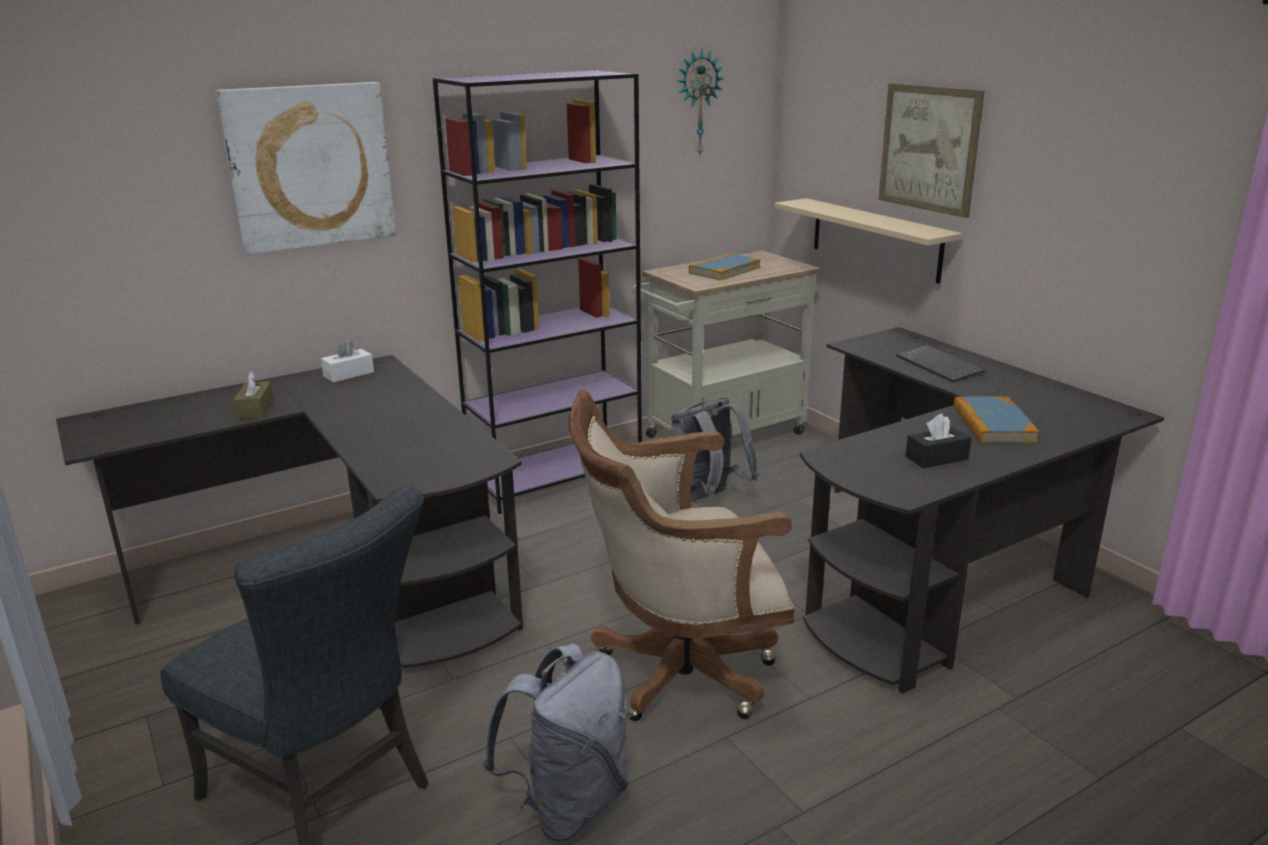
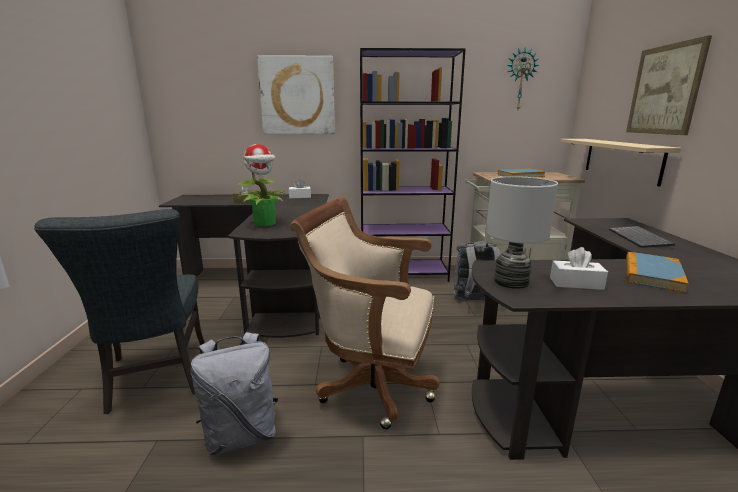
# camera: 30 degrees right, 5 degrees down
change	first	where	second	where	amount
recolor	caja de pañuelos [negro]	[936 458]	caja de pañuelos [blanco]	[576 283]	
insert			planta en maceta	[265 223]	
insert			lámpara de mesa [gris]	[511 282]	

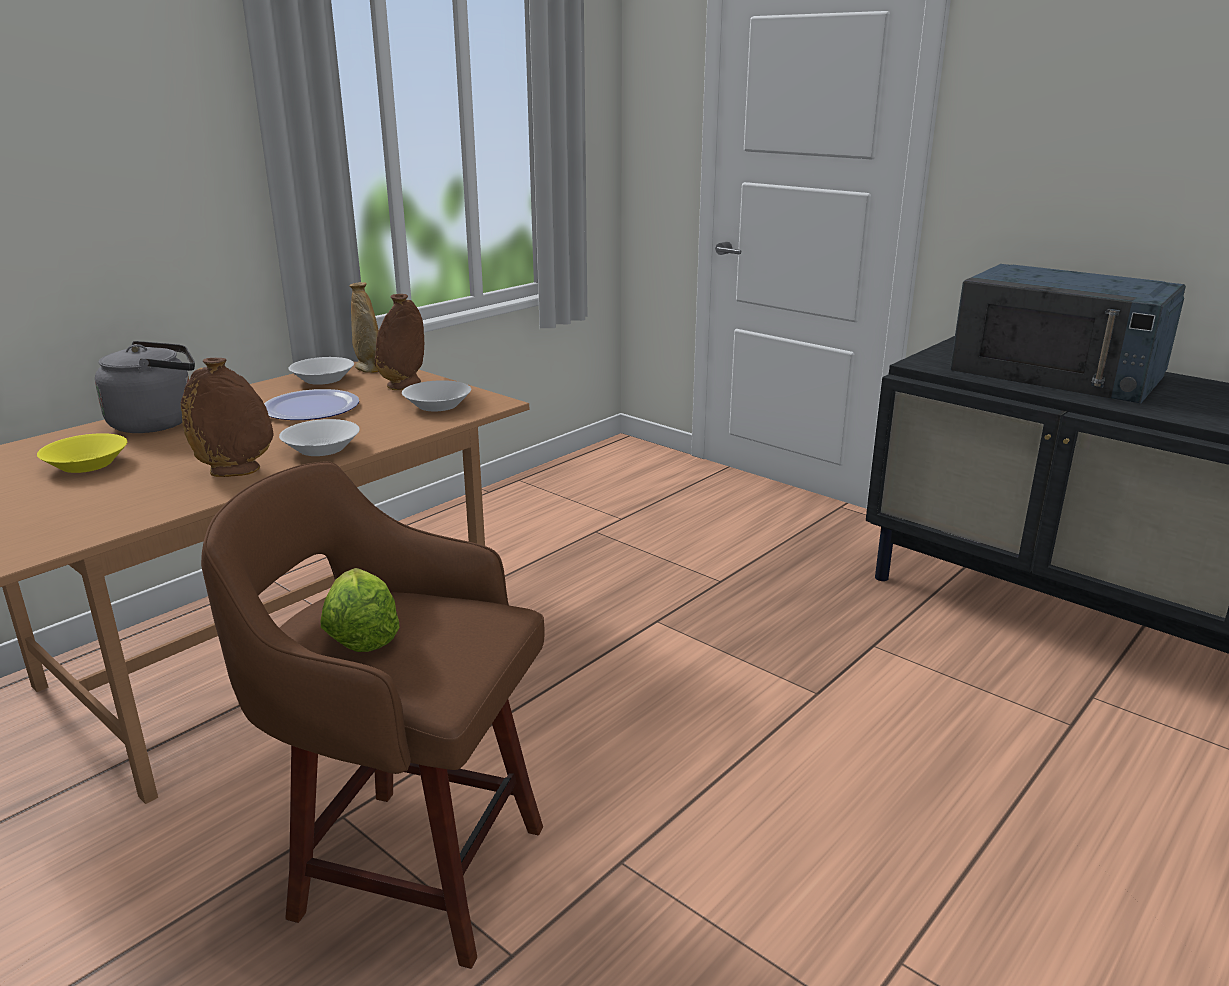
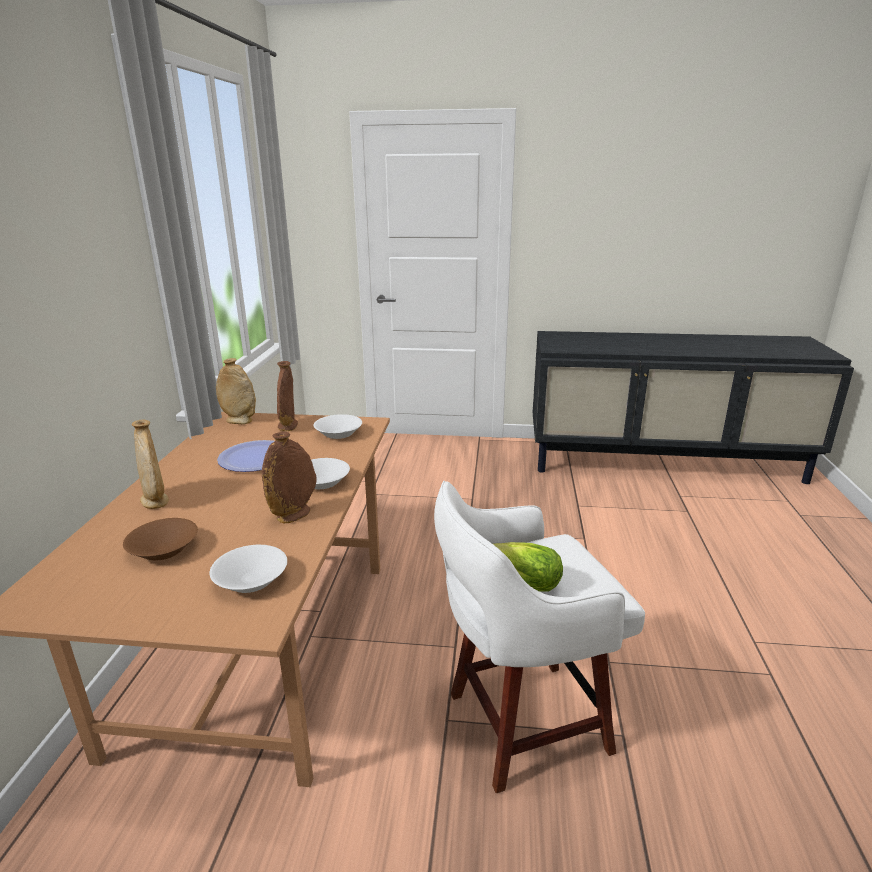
# camera: 35 degrees left, 0 degrees up
change	first	where	second	where	amount
delete	microondas [azul]	[1058 373]			
replace	hervidor [gris]	[158 422]	florero [beis]	[155 501]	
move	cuenco [blanco]	[324 379]		[252 580]	
recolor	cuenco [amarillo]	[86 465]	cuenco [marrón]	[164 549]	
recolor	taburete [marrón]	[411 868]	taburete [blanco]	[520 724]	

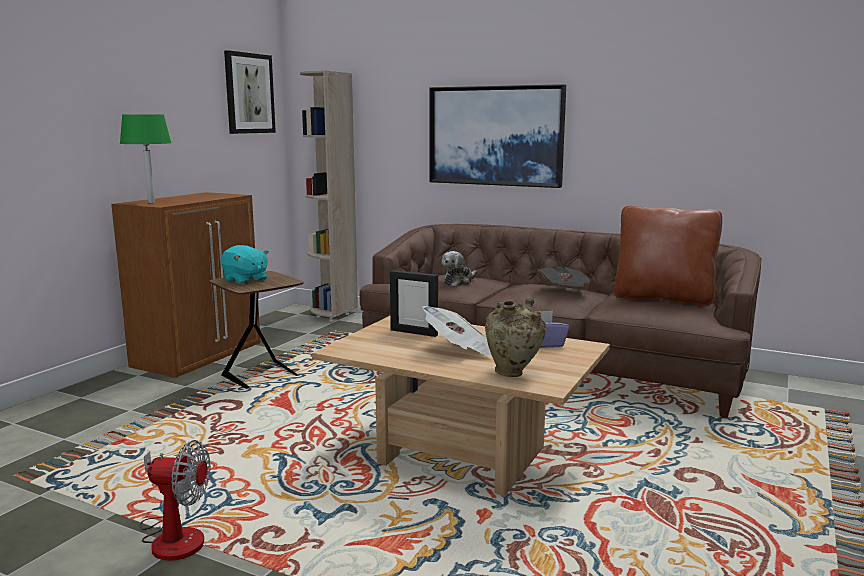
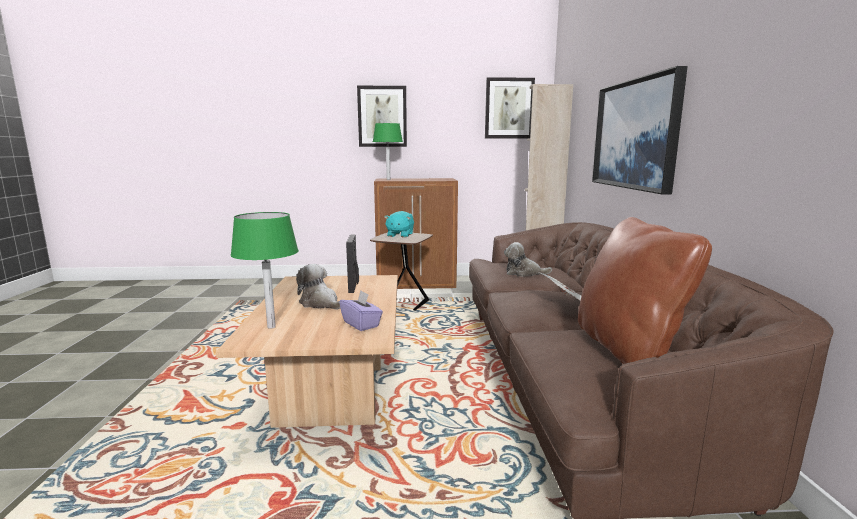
# camera: 60 degrees right, 0 degrees up
change	first	where	second	where	amount
replace	florero [beis]	[513 373]	lámpara de mesa [verde]	[271 327]	
replace	periódico	[459 350]	peluche	[320 303]	
delete	ventilador	[174 535]			
insert			cuadro	[382 116]	

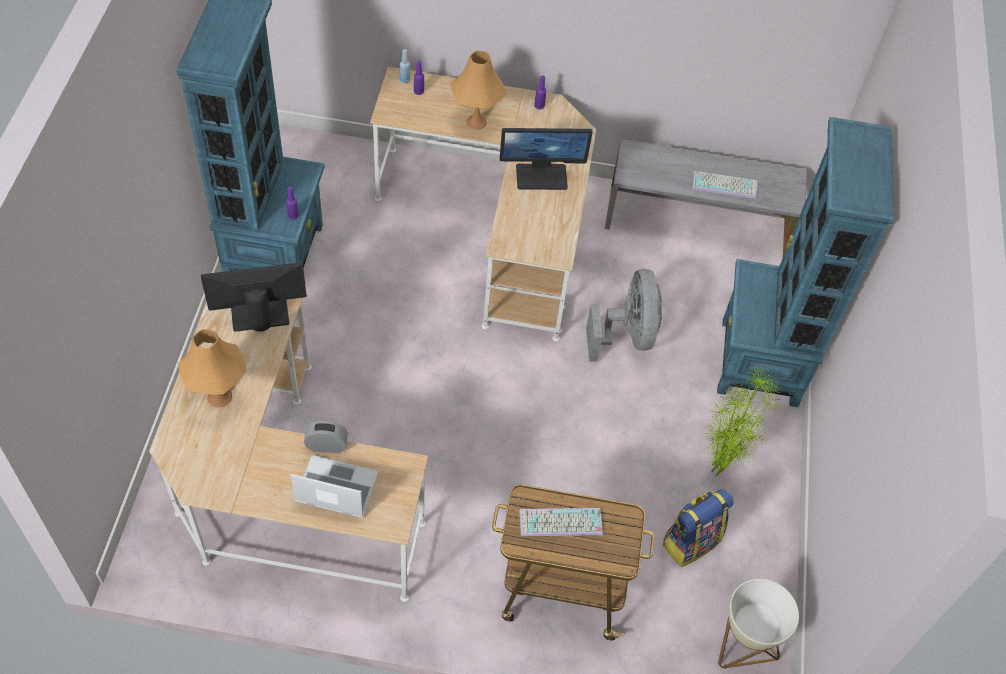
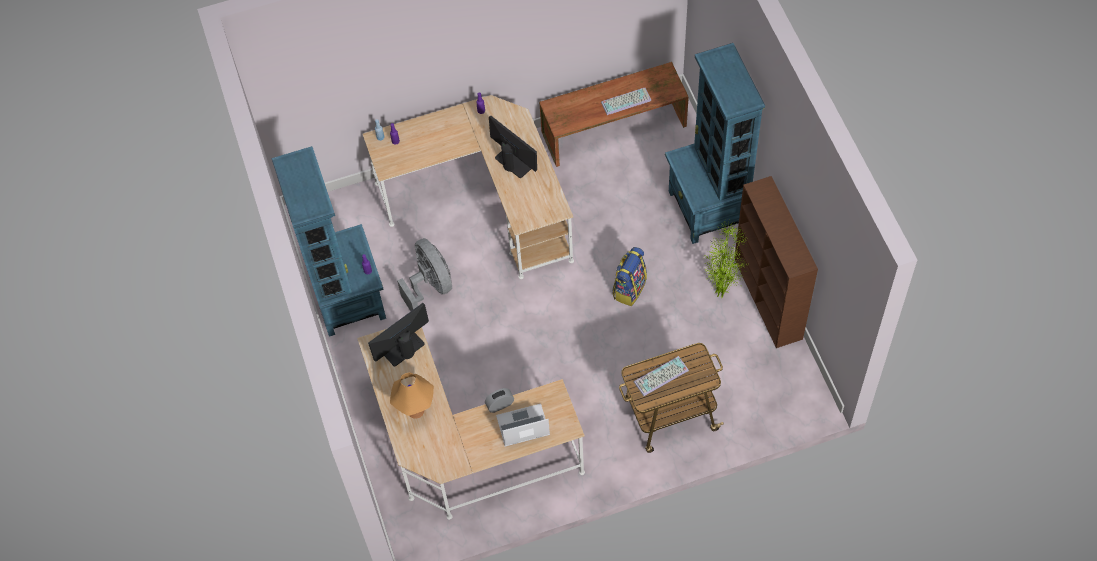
# camera: 20 degrees left, 5 degrees up
change	first	where	second	where	amount
delete	lámpara de mesa [naranja]	[476 122]			
rotate	monitor	[541 176]		[514 161]	105 degrees counterclockwise
recolor	banco [gris]	[699 220]	banco [marrón]	[614 127]	
move	ventilador [gris]	[627 335]		[430 286]	
move	mochila	[691 541]		[629 288]	
delete	maceta	[741 646]			
insert			estantería [marrón]	[768 299]	

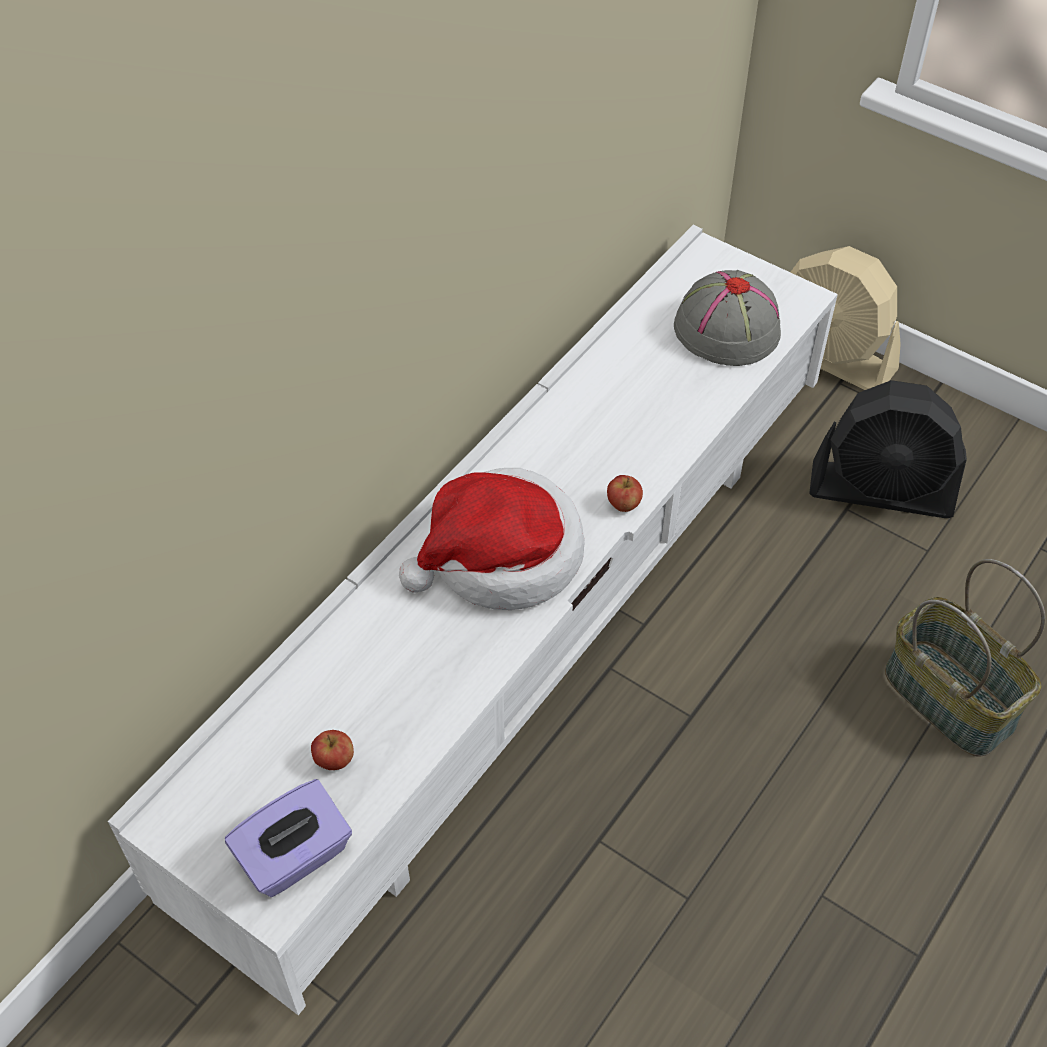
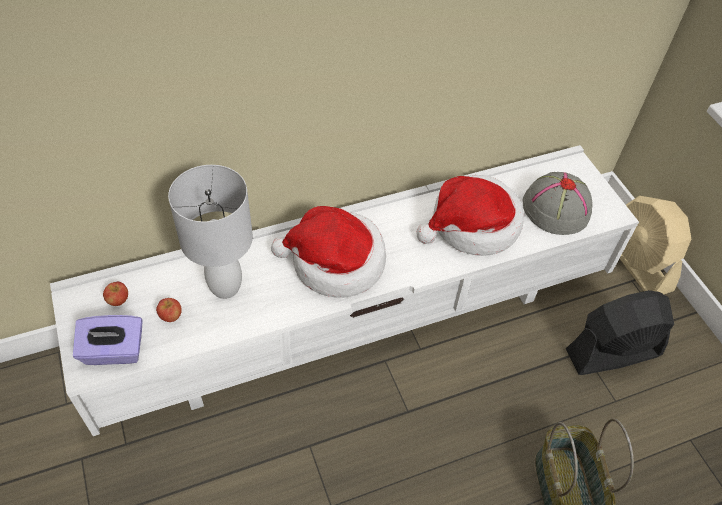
# camera: 30 degrees right, 0 degrees up
change	first	where	second	where	amount
rotate	ventilador [negro]	[881 491]		[612 352]	120 degrees clockwise
move	manzana	[623 504]		[118 300]	
insert			lámpara de mesa [blanco]	[226 286]	
insert			sombrero	[472 226]	

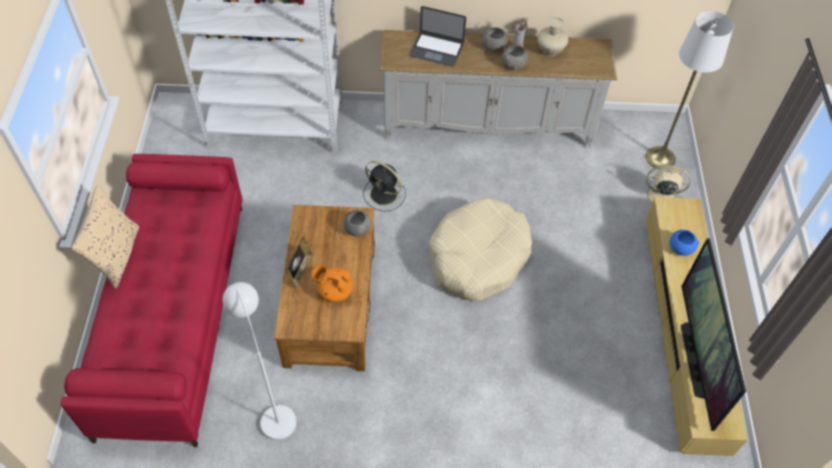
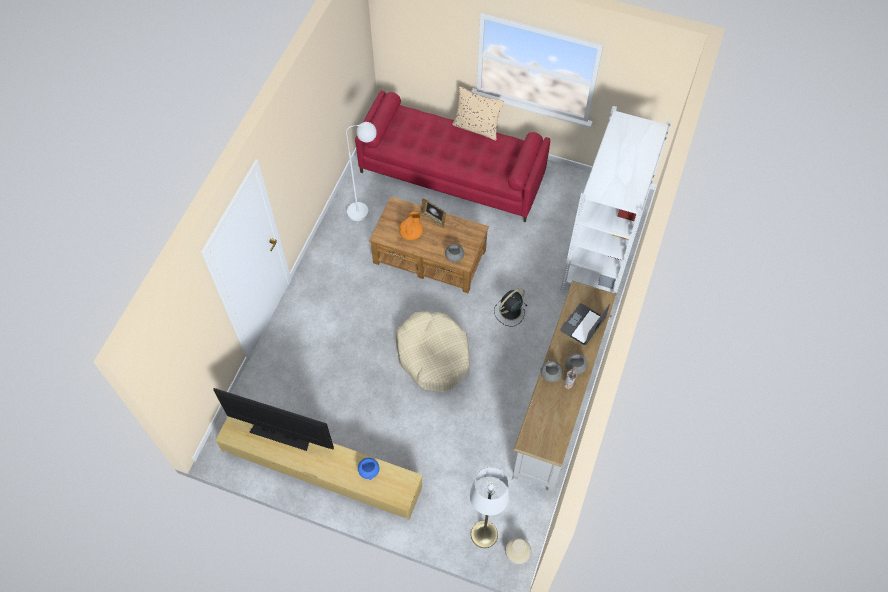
# camera: 110 degrees right, 5 degrees up
change	first	where	second	where	amount
move	florero [beis]	[550 50]		[517 554]	
delete	ventilador [beis]	[659 196]			

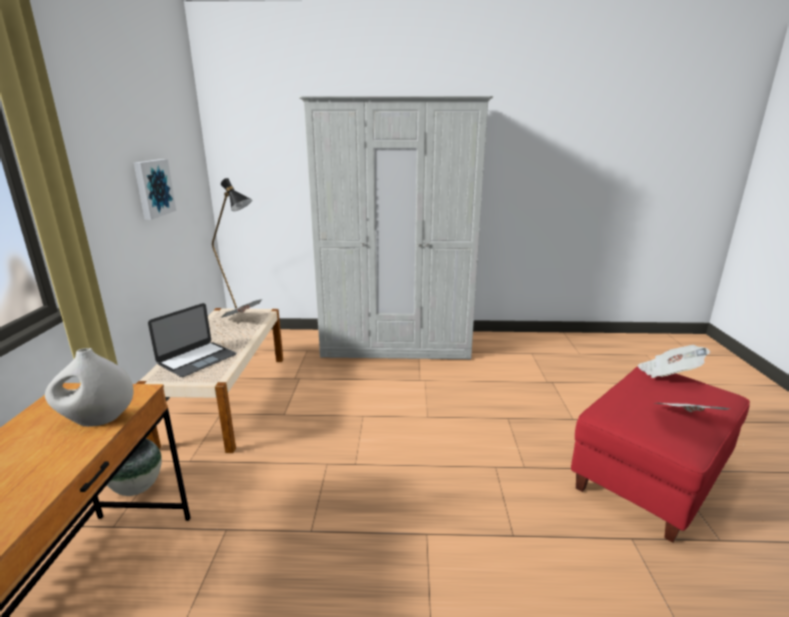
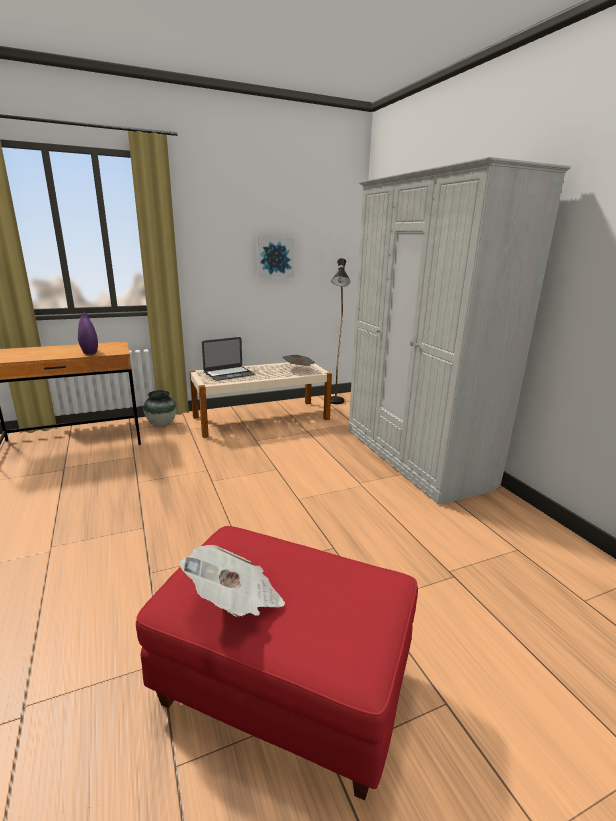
# camera: 65 degrees right, 0 degrees up
change	first	where	second	where	amount
rotate	portátil	[197 359]		[229 374]	45 degrees counterclockwise
delete	periódico	[668 374]			
recolor	florero [blanco]	[97 420]	florero [morado]	[89 352]	

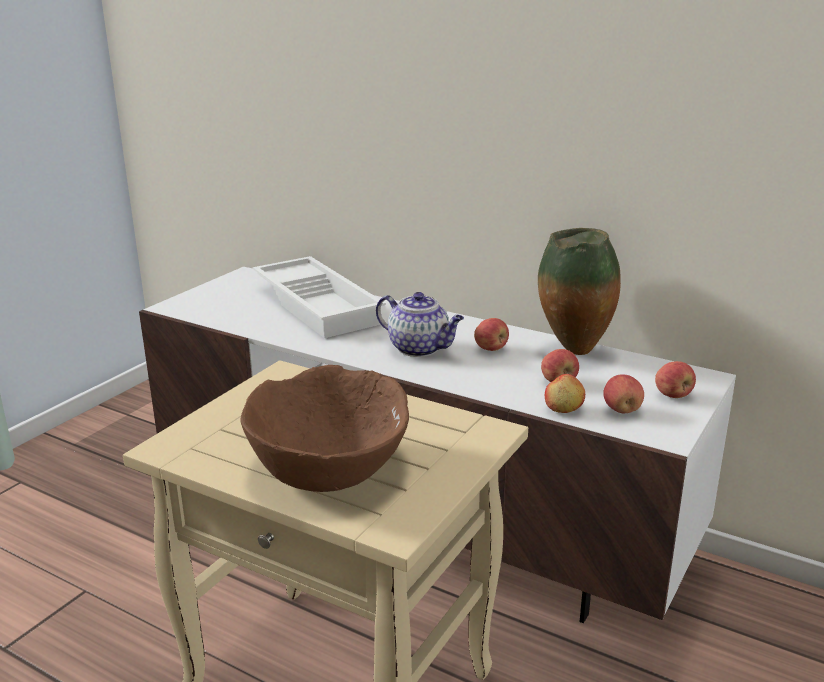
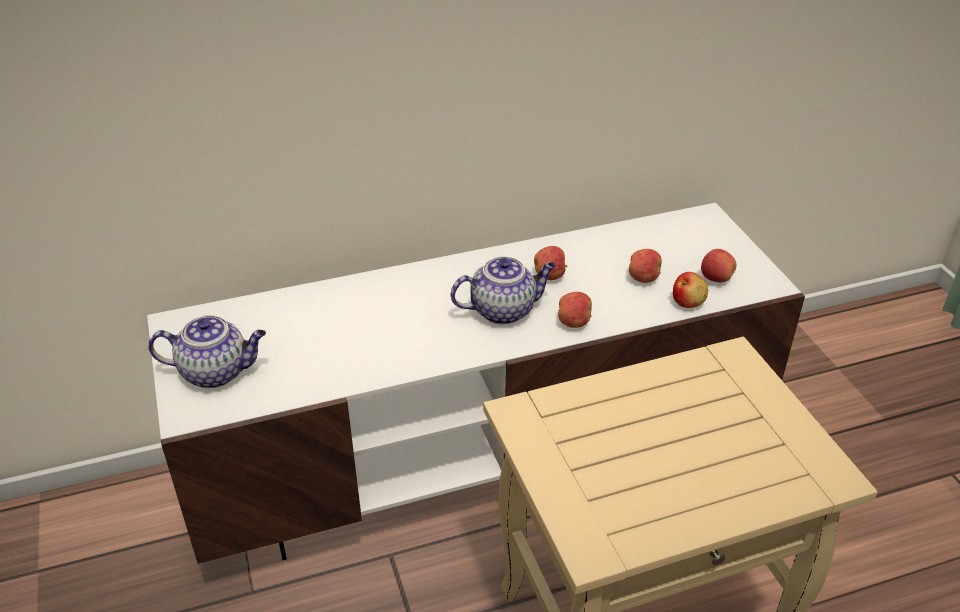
# camera: 50 degrees left, 15 degrees up
change	first	where	second	where	amount
delete	florero	[573 351]			
delete	bandeja [blanco]	[319 305]			
move	manzana	[673 395]		[574 322]	
delete	cuenco [marrón]	[330 466]			
insert			tetera	[216 372]	

